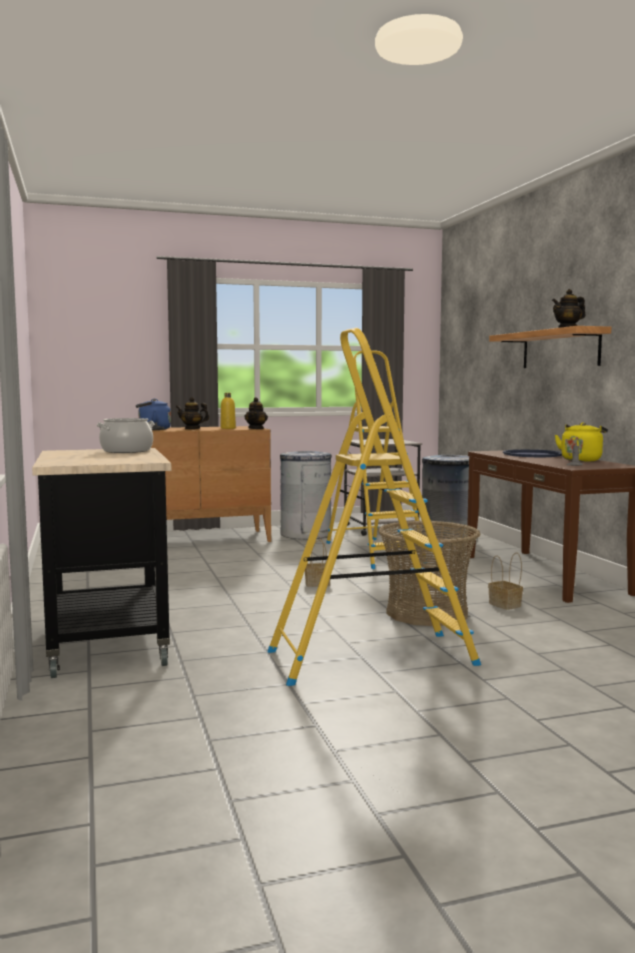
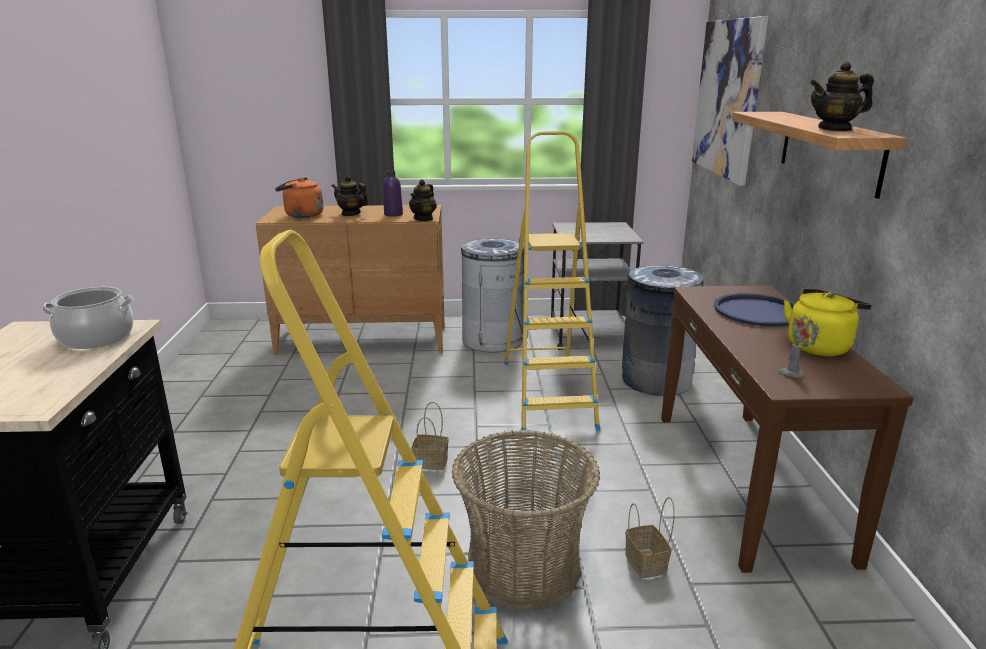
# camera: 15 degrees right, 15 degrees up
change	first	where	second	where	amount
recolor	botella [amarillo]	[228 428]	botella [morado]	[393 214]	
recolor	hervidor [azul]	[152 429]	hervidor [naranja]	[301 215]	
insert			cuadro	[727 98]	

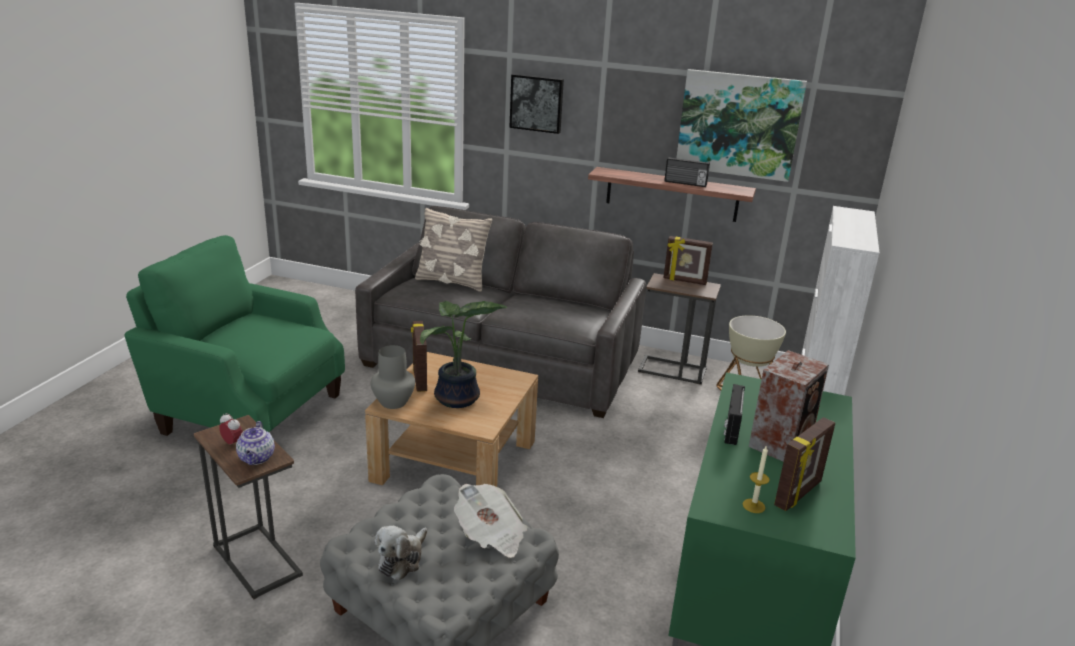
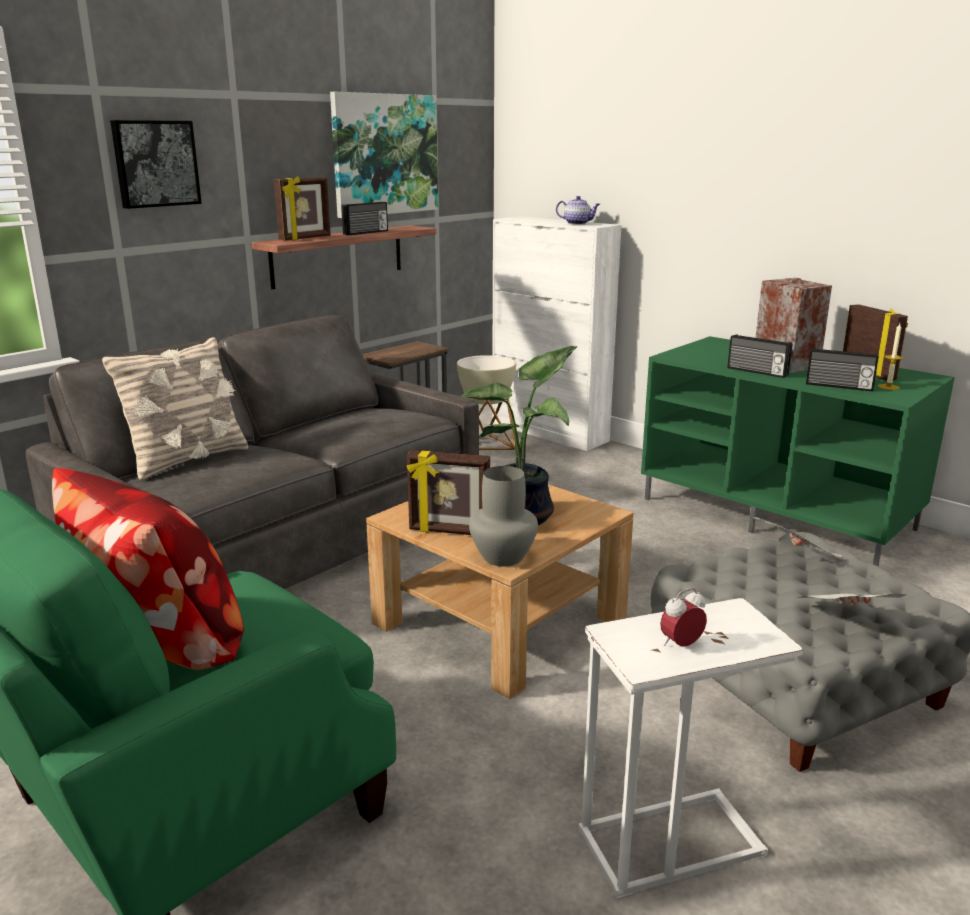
# camera: 65 degrees left, 5 degrees down
change	first	where	second	where	amount
move	portarretratos	[684 281]		[305 238]	
recolor	mesa auxiliar [marrón]	[256 560]	mesa auxiliar [blanco]	[670 844]	
move	tetera	[257 458]		[578 223]	
replace	peluche	[402 560]	periódico	[845 620]	
insert			radio	[839 386]	
insert			cojín	[160 642]	

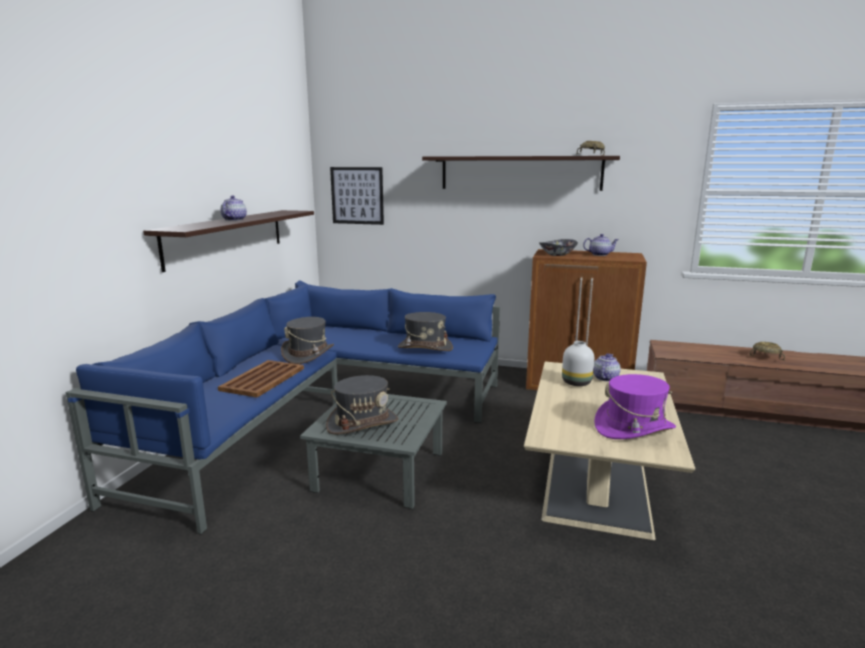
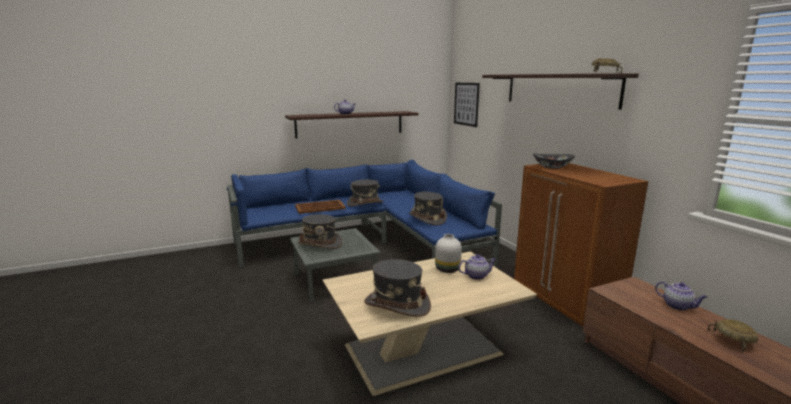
# camera: 50 degrees right, 0 degrees up
change	first	where	second	where	amount
move	tetera	[600 254]		[678 306]	
recolor	sombrero [morado]	[634 428]	sombrero [gris]	[397 305]	

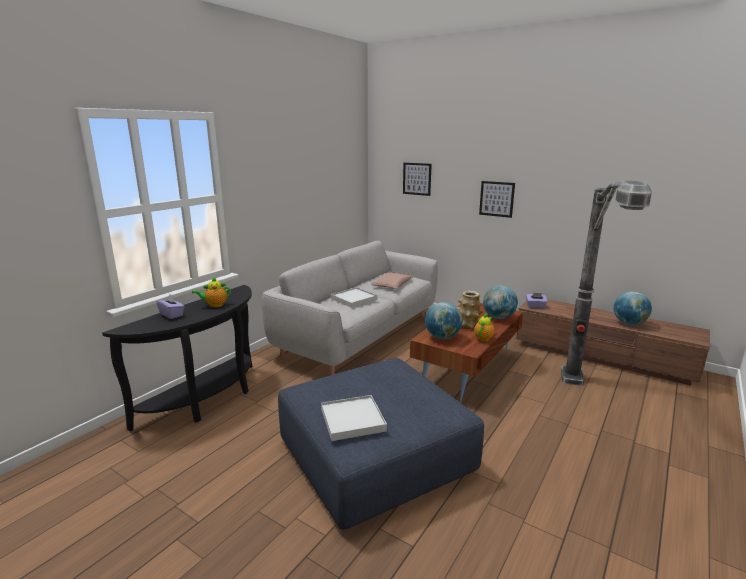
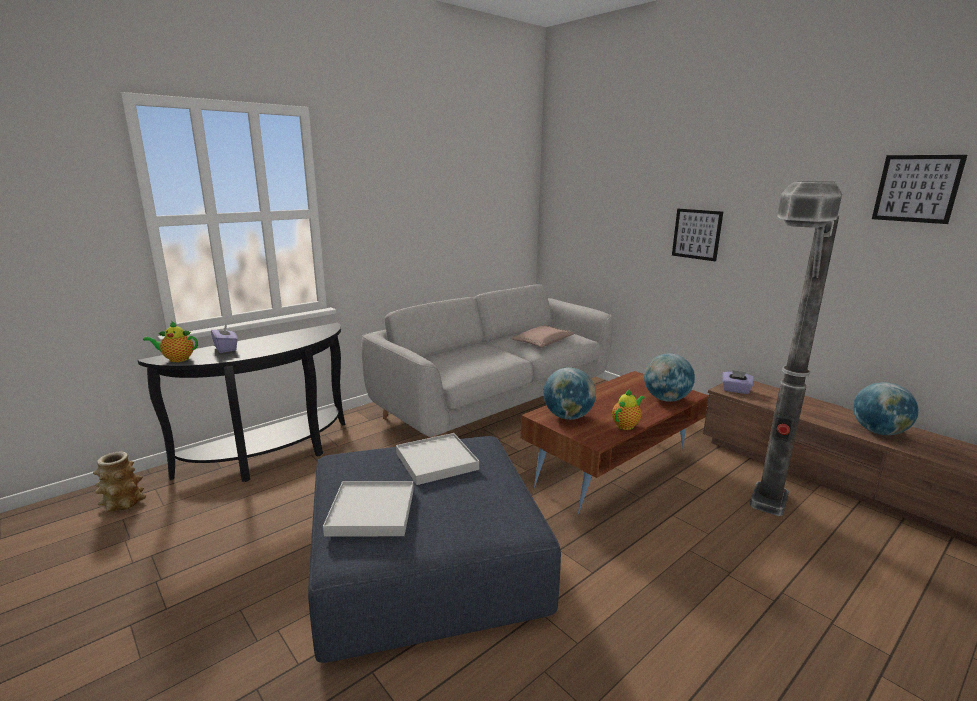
# camera: 15 degrees right, 0 degrees up
change	first	where	second	where	amount
move	cuadro	[417 179]		[917 188]	
move	tetera	[215 305]		[177 359]	
move	bandeja [blanco]	[354 299]		[436 461]	
move	florero	[468 325]		[123 503]	

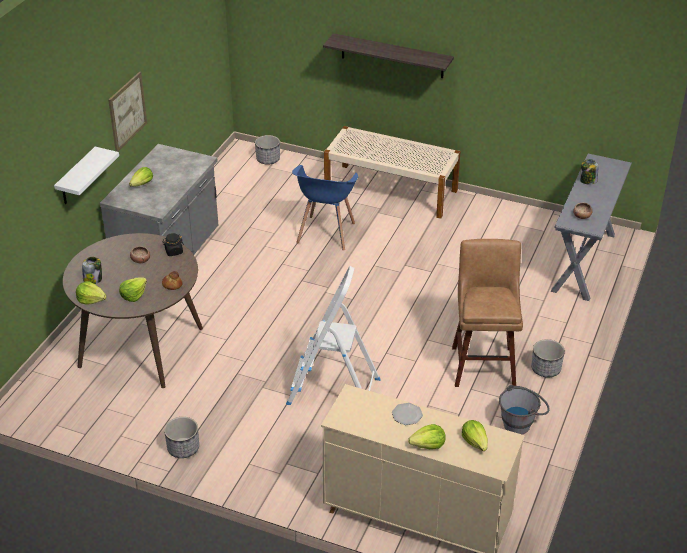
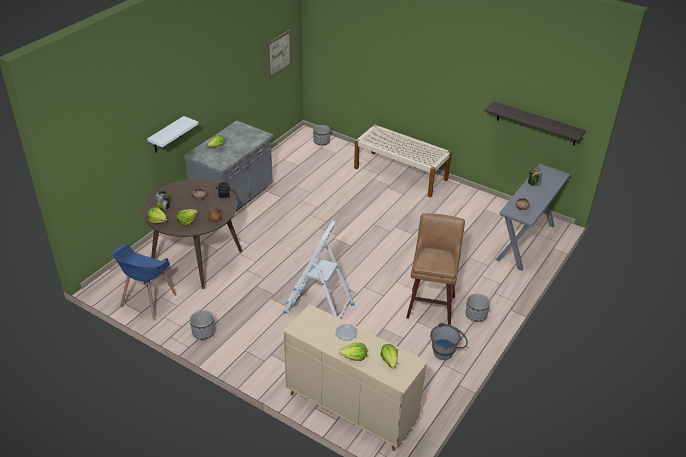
# camera: 10 degrees right, 0 degrees up
change	first	where	second	where	amount
move	estante	[392 56]		[536 123]	
move	cuadro	[127 111]		[278 53]	
move	silla [azul]	[326 234]		[148 301]	

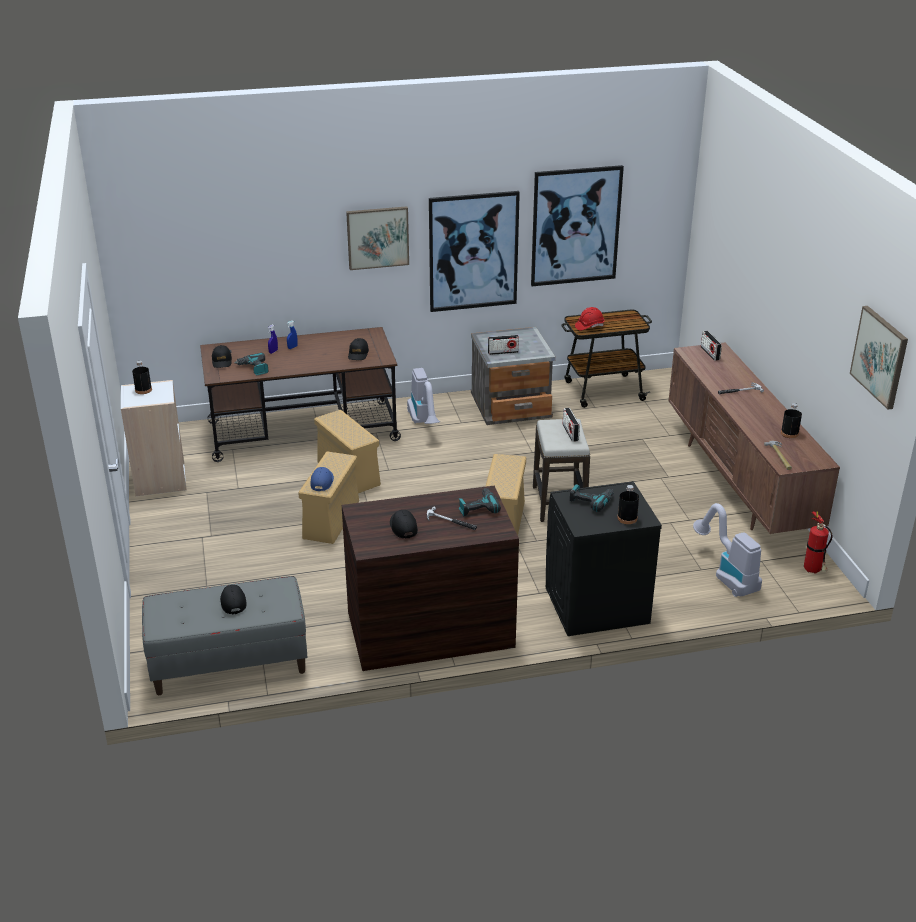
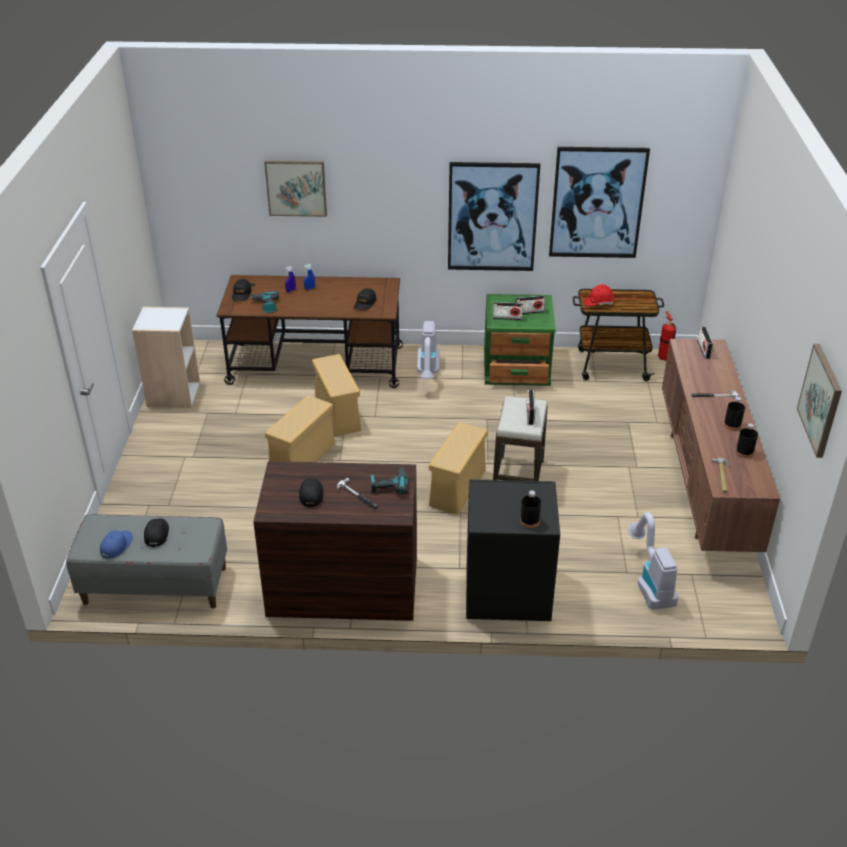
# camera: 15 degrees right, 5 degrees up
change	first	where	second	where	amount
move	cuadro	[377 237]		[296 187]	
recolor	mesita de noche [gris]	[513 406]	mesita de noche [verde]	[517 369]	
move	botella [negro]	[143 390]		[732 425]	
move	gorra [azul]	[322 482]		[116 546]	
delete	taladro	[591 501]			
move	extintor	[813 571]		[665 359]	
insert			radio	[529 312]	

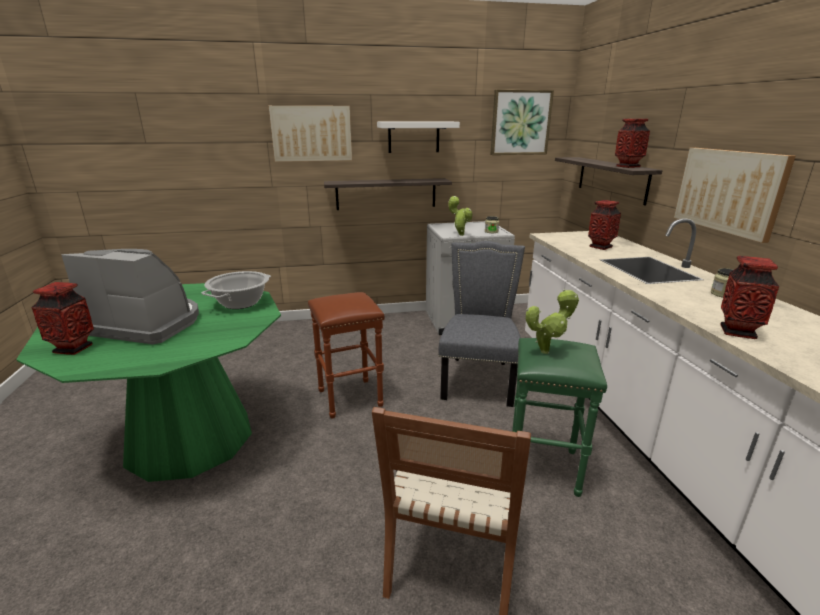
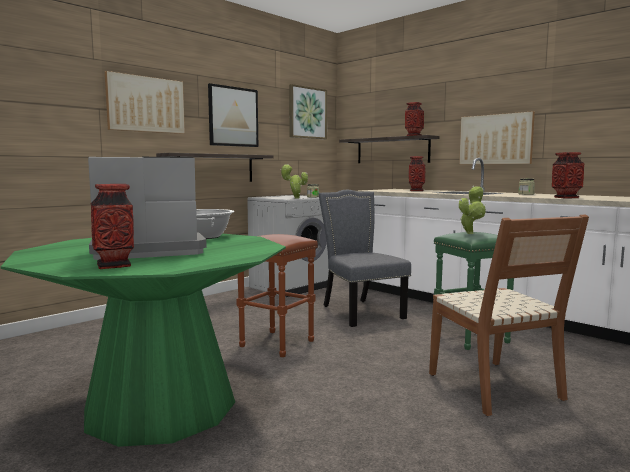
# camera: 35 degrees left, 15 degrees down
change	first	where	second	where	amount
replace	estante [blanco]	[413 137]	cuadro	[233 116]	

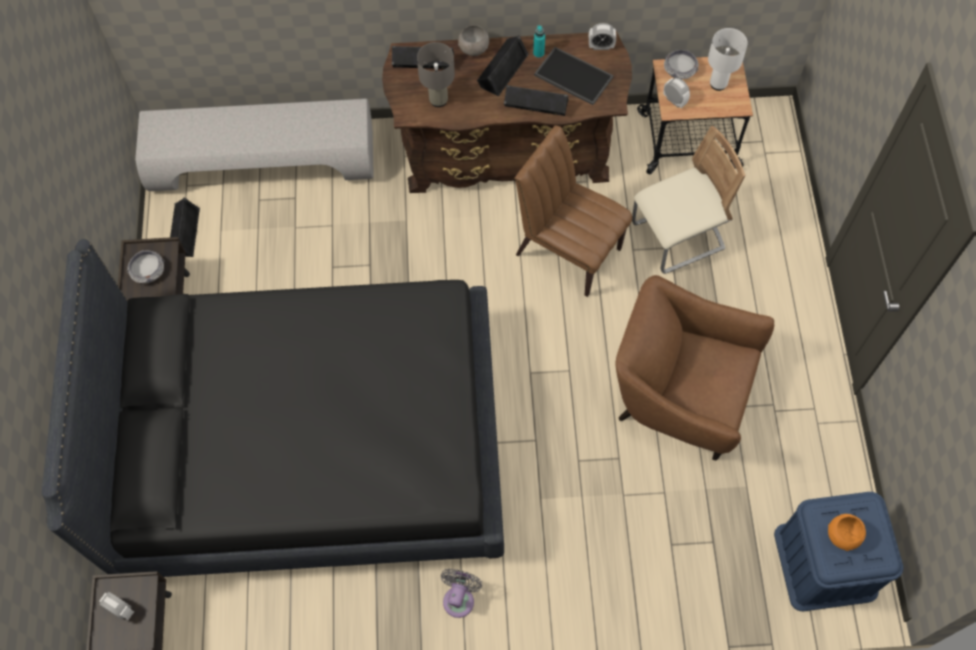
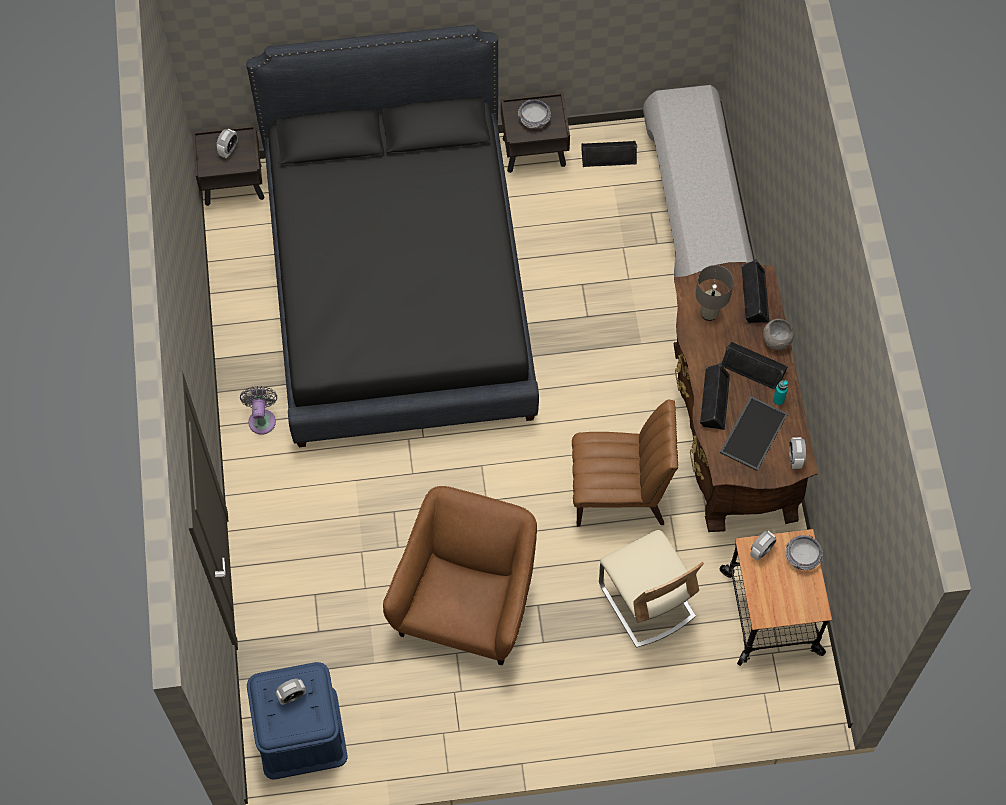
# camera: 85 degrees right, 0 degrees up
change	first	where	second	where	amount
delete	lámpara de mesa [blanco]	[718 83]			
rotate	silla [marrón]	[569 252]		[618 495]	60 degrees clockwise
replace	cuenco [naranja]	[842 536]	despertador	[292 696]	
rotate	ventilador [gris]	[459 598]		[262 419]	105 degrees counterclockwise

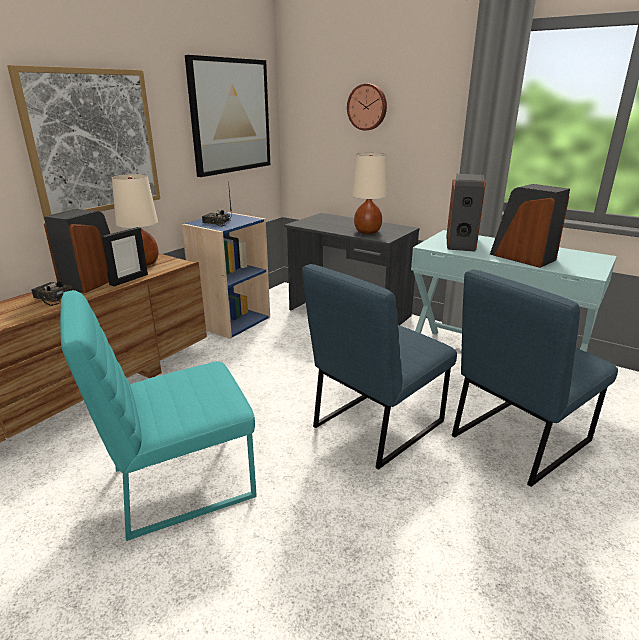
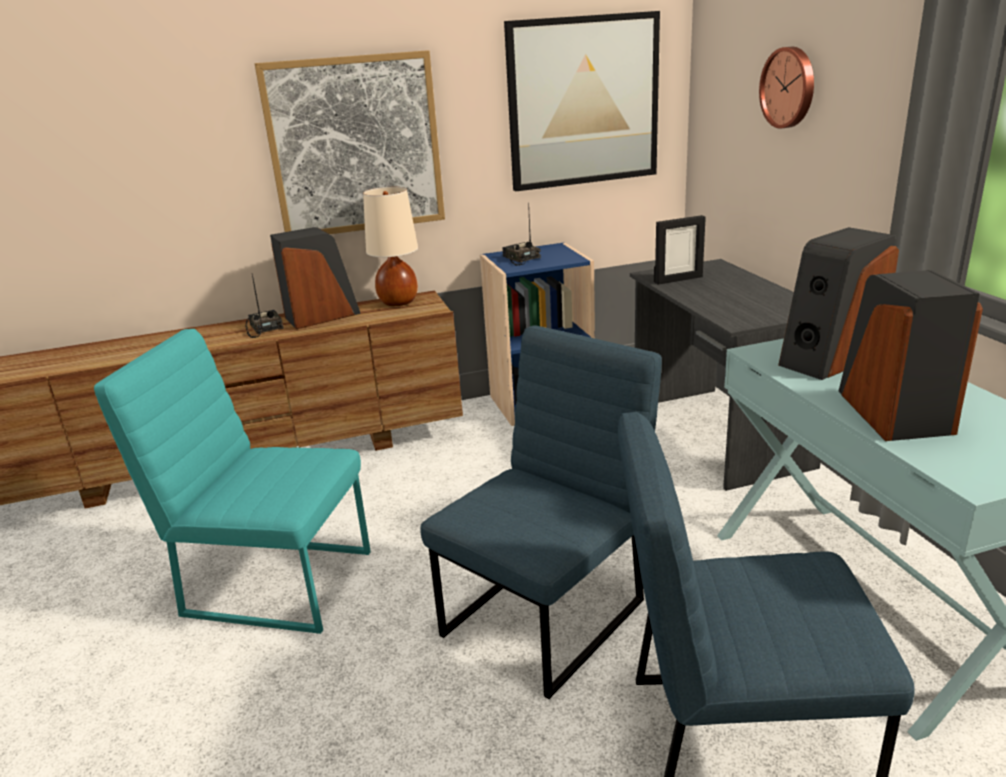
# camera: 40 degrees right, 0 degrees up
change	first	where	second	where	amount
delete	lámpara de mesa [beis]	[367 232]			
move	portarretratos	[129 279]		[678 279]	
rotate	silla [azul]	[375 425]		[548 614]	135 degrees clockwise

